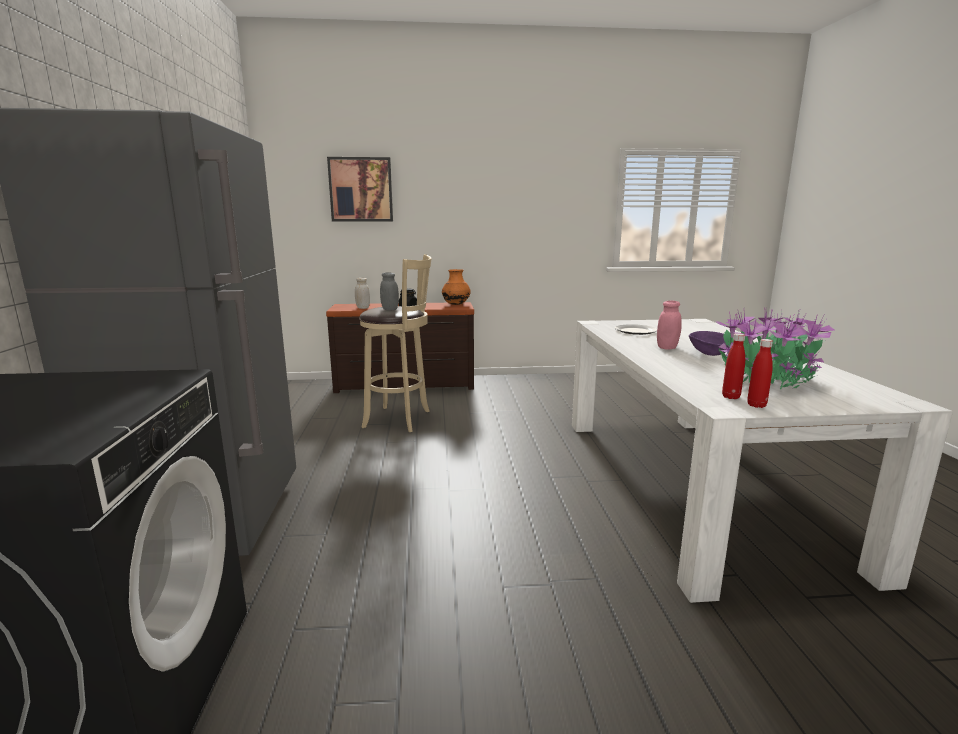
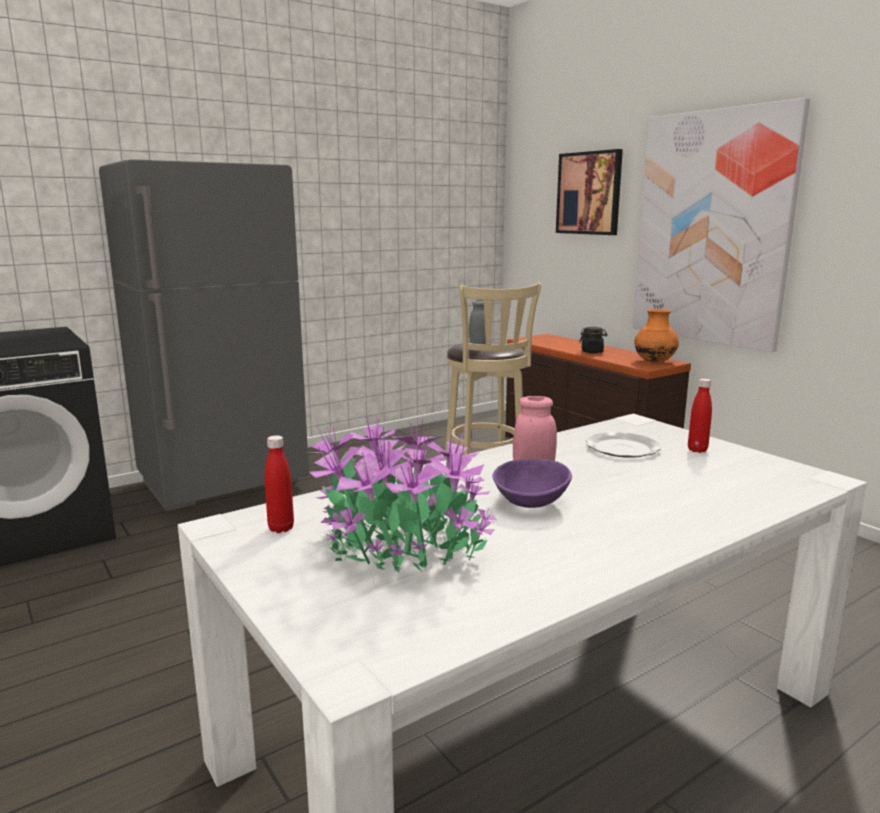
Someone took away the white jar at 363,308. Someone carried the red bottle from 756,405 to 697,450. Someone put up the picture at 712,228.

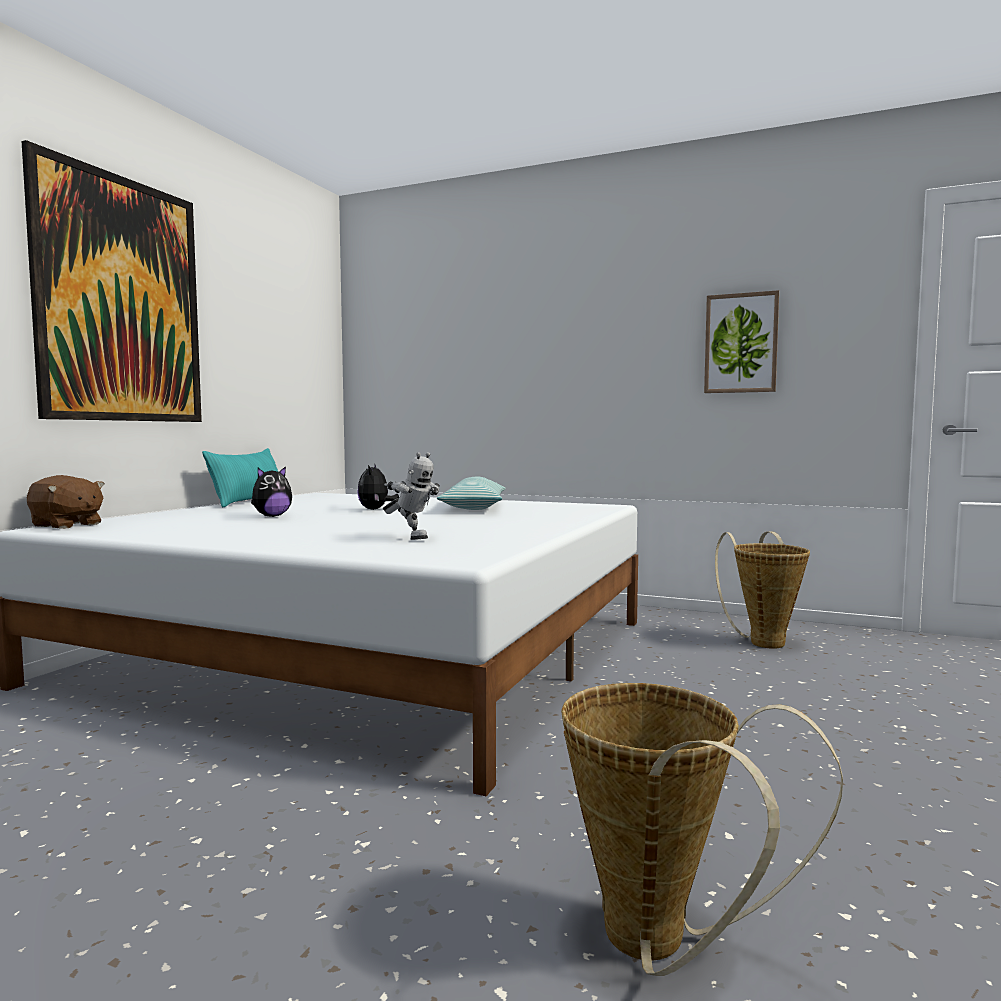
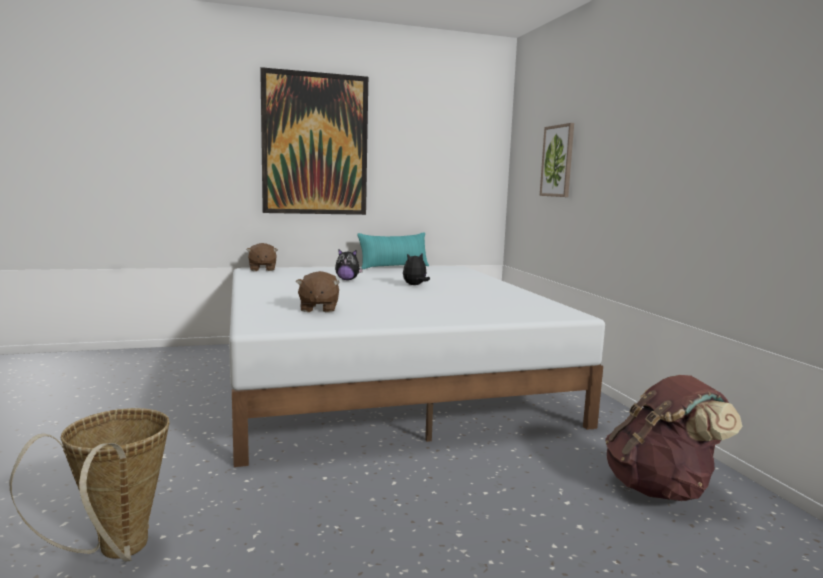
Someone swapped the toy robot at 412,538 for the brown plush toy at 318,308. Someone took away the pillow at 474,507. Someone carried the picture from 741,343 to 557,161. Someone swapped the basket at 763,641 for the brown backpack at 661,488.

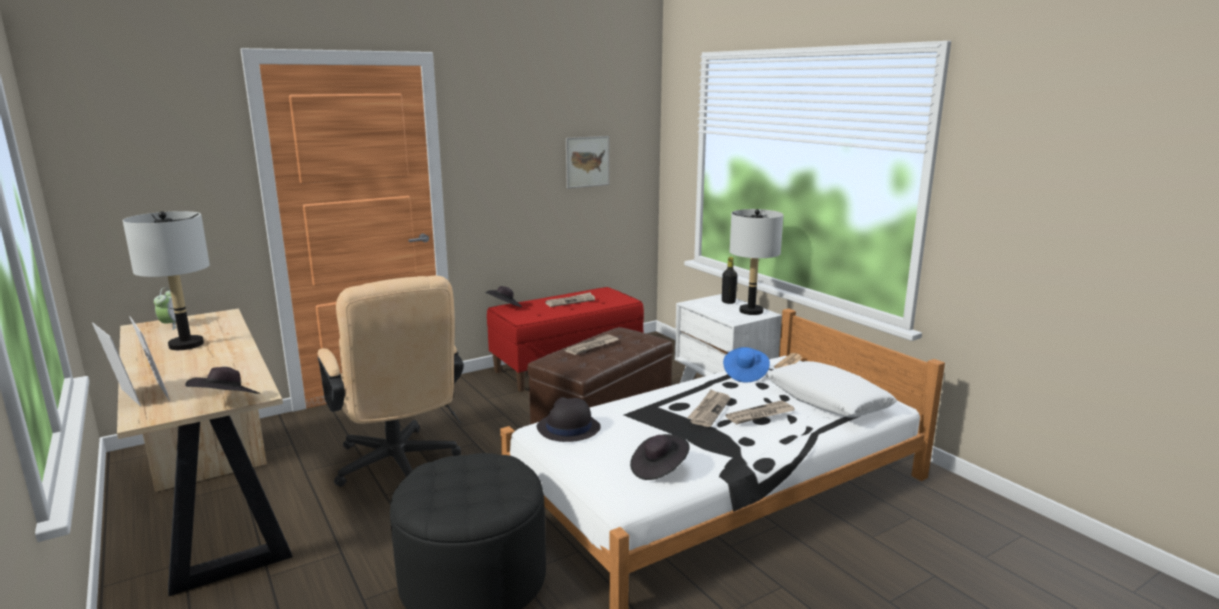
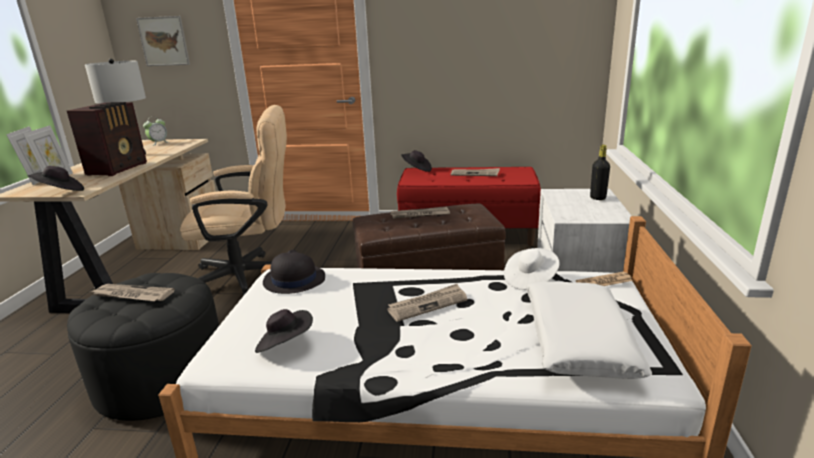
Someone rotated the beige office chair at 399,467 by 105 degrees counterclockwise. Someone carried the picture from 587,161 to 163,41. Someone repainted the blue hat at 745,374, which became the white hat at 530,279. Someone carried the newspaper from 760,415 to 132,295. Someone took away the grey table lamp at 750,311. Someone put down the radio at 119,168.

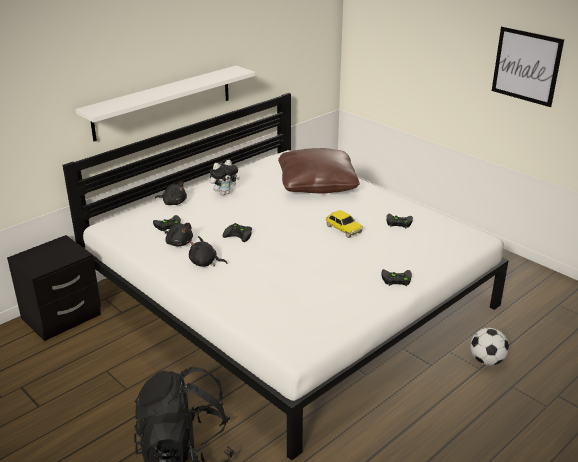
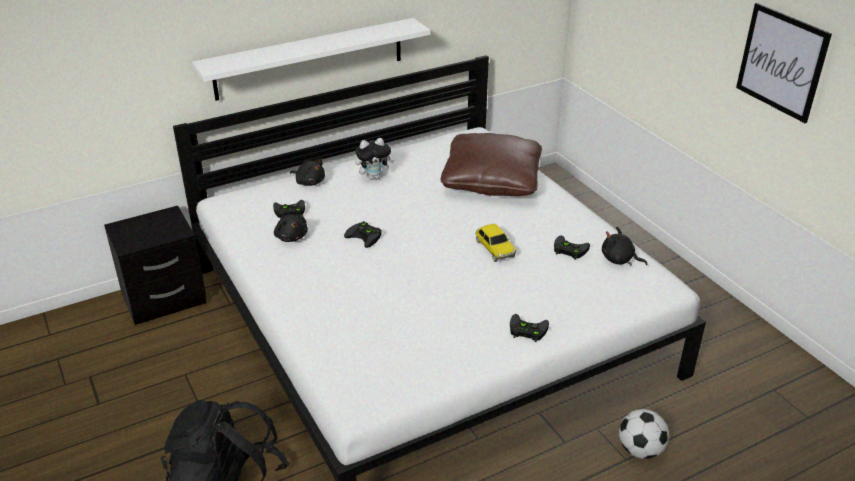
Someone carried the black plush toy from 205,263 to 619,260.

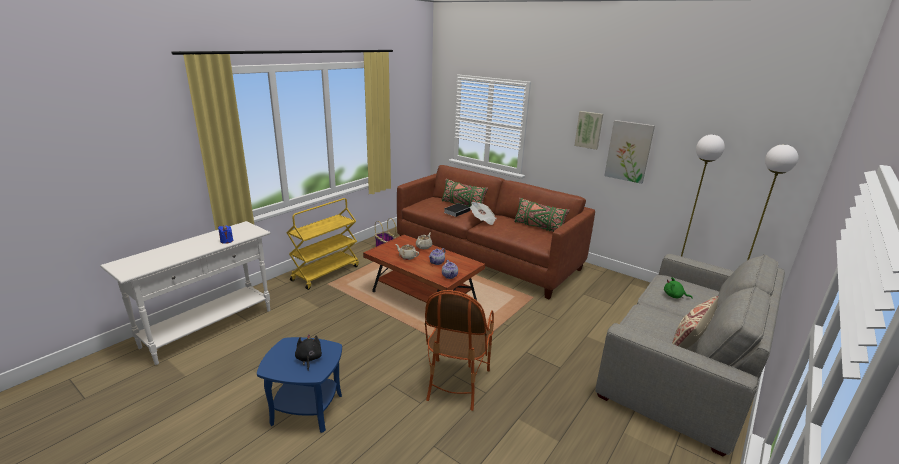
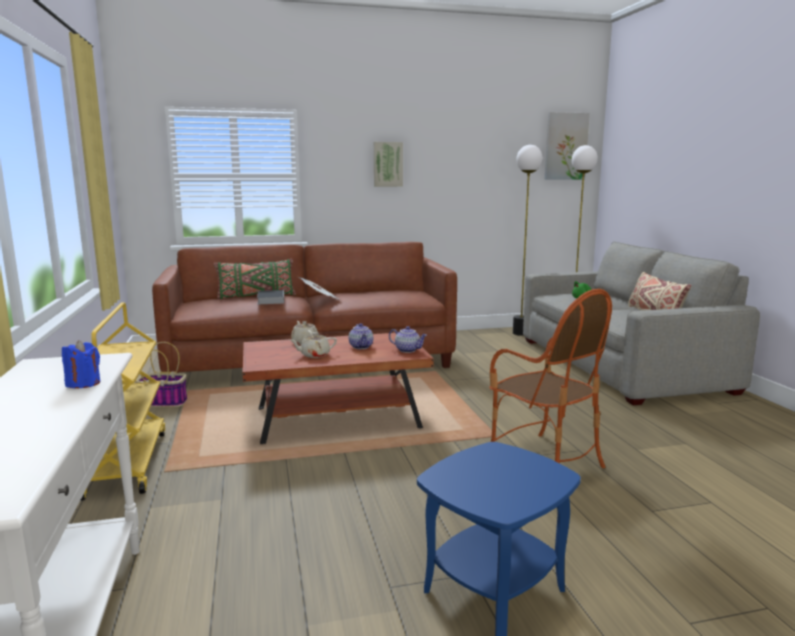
Someone took away the black plush toy at 308,359. Someone took away the green pillow at 538,227. Someone carried the picture from 629,151 to 565,146.

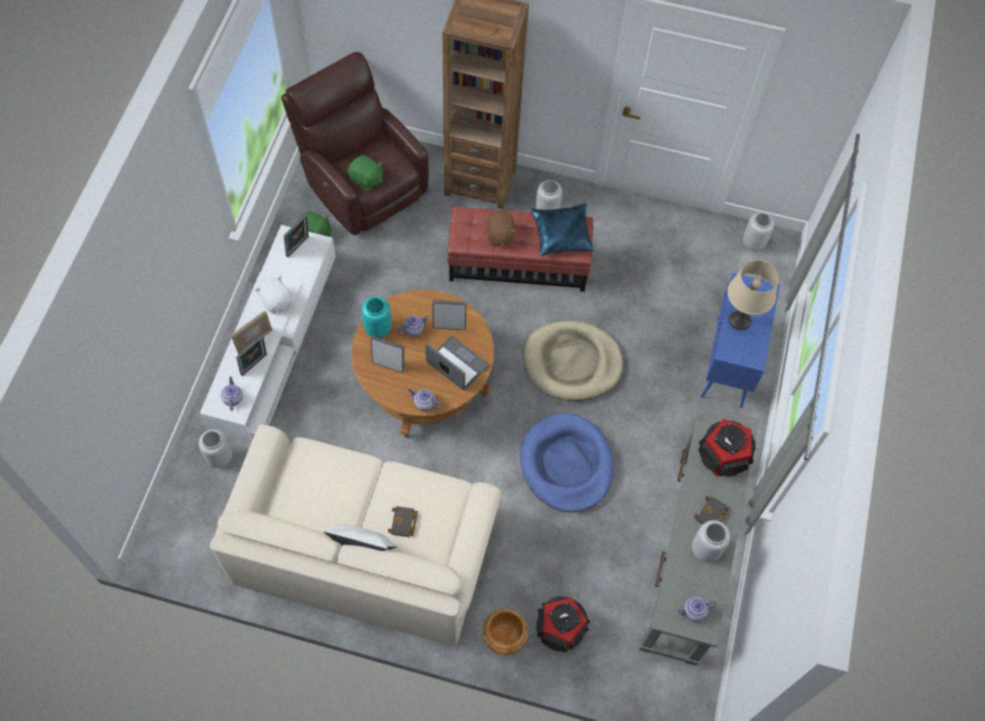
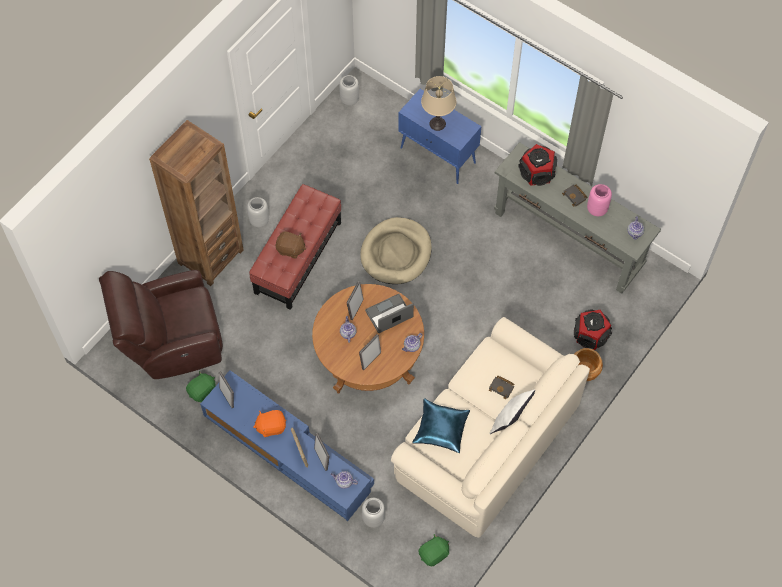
Someone repainted the white tv stand at 274,341, which became the blue tv stand at 289,450. Someone repainted the white plush toy at 276,301, which became the orange plush toy at 271,426. Someone carried the green plush toy from 366,180 to 434,554. Someone took away the turquoise vase at 378,328. Someone took away the blue dog bed at 566,464. Someone carried the blue pillow from 561,234 to 441,429. Someone repainted the grey vase at 706,549, which became the pink vase at 596,209.

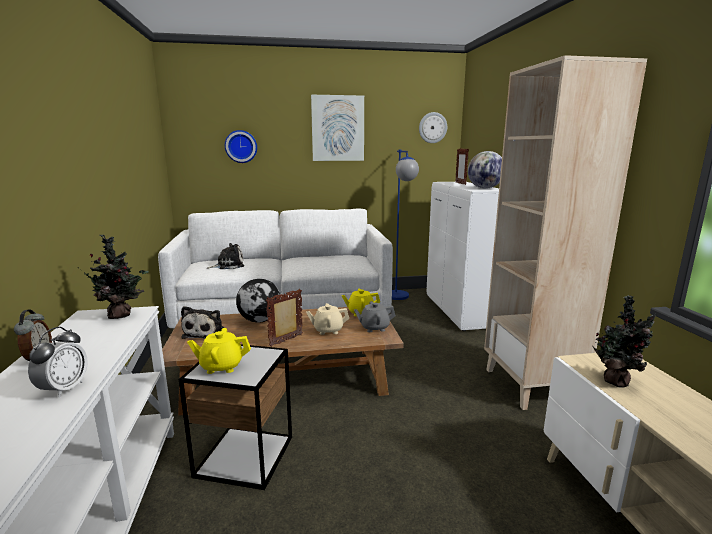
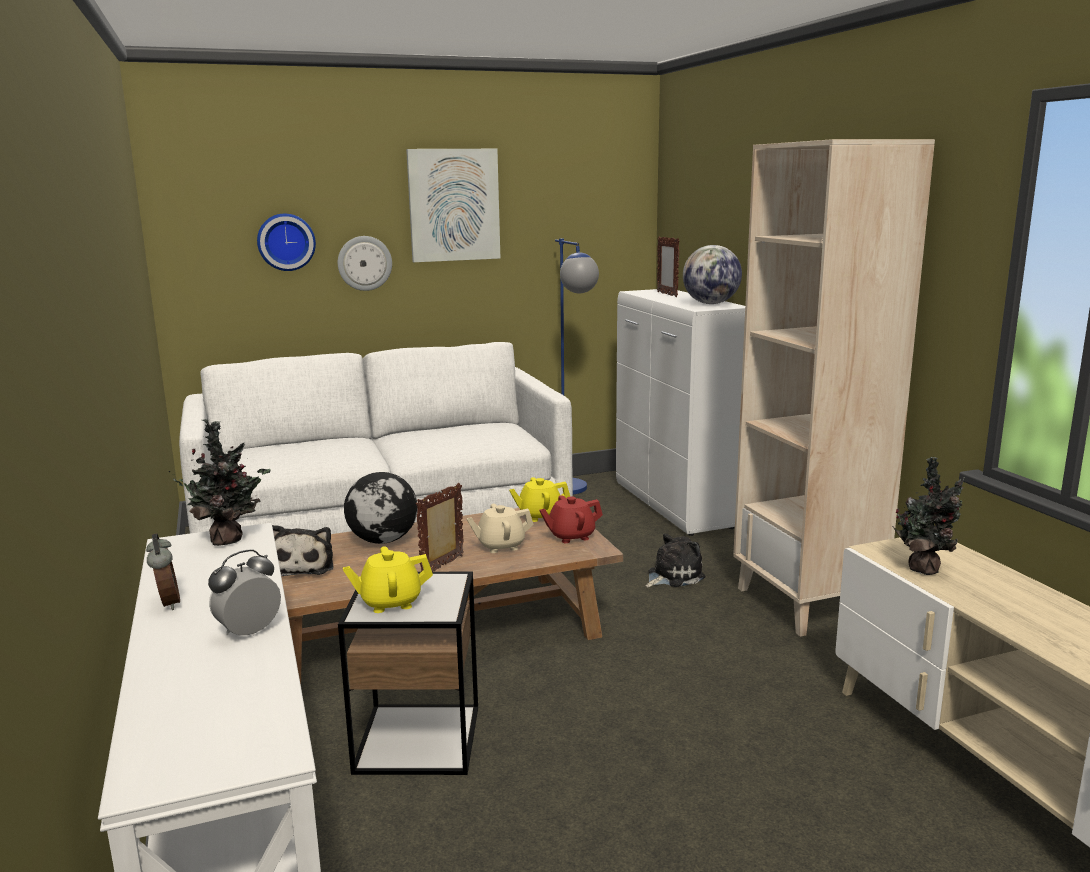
Someone rotated the alarm clock at 64,389 by 135 degrees counterclockwise. Someone carried the plush toy from 228,265 to 672,576. Someone repainted the grey teapot at 374,328, which became the red teapot at 571,536. Someone carried the wall clock from 432,127 to 364,263.

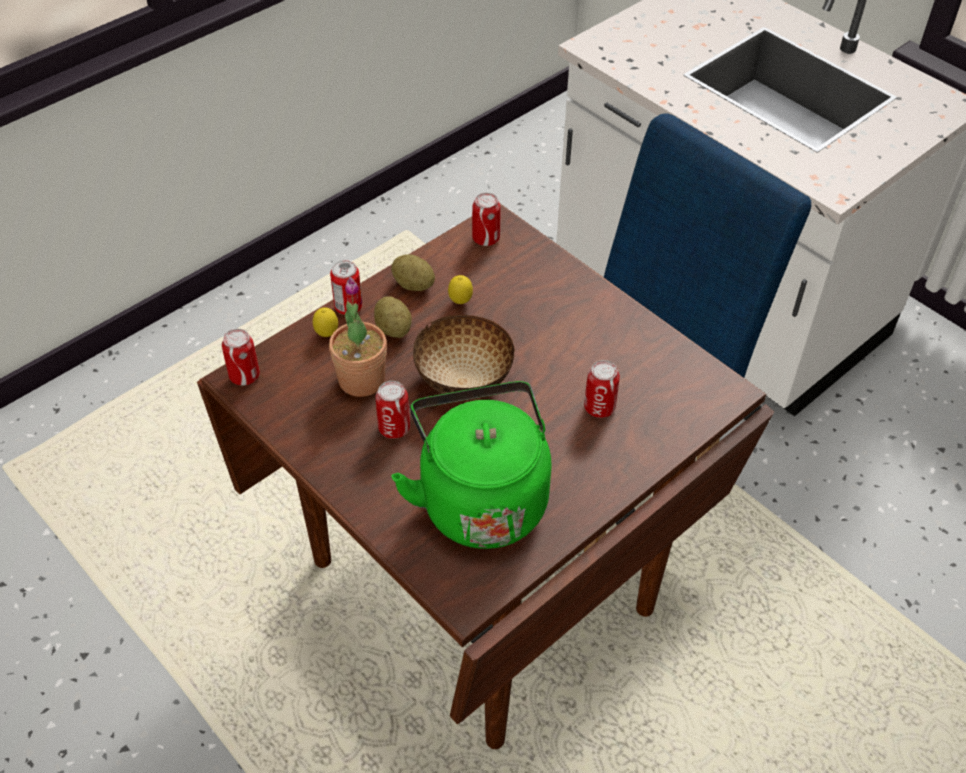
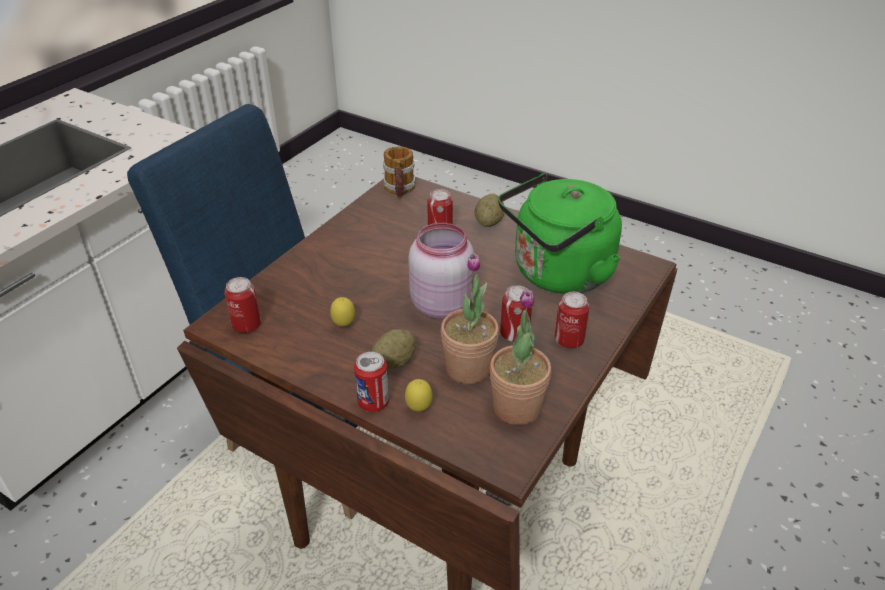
Someone carried the can from 244,376 to 569,340. Someone carried the potato from 413,285 to 489,222. Someone swapped the bowl at 465,380 for the pink jar at 441,304. Someone put down the mug at 399,190. Someone put down the potted plant at 517,407.

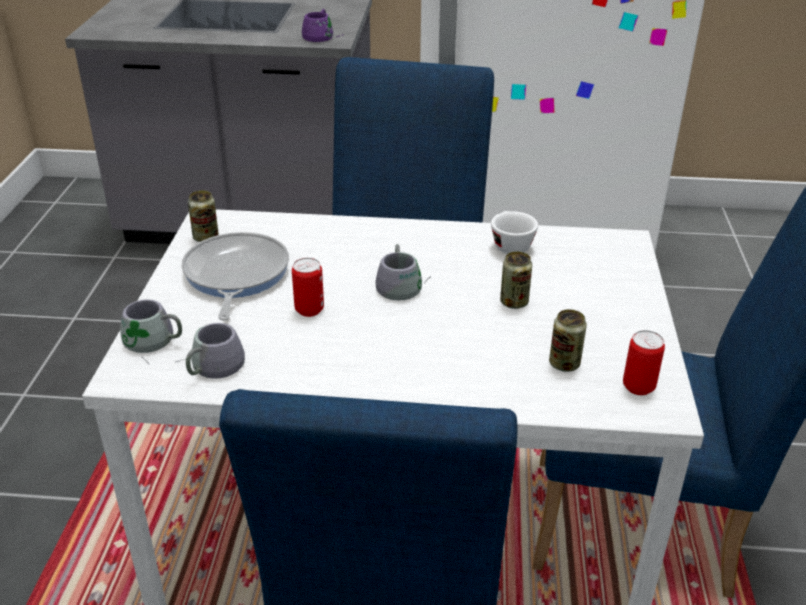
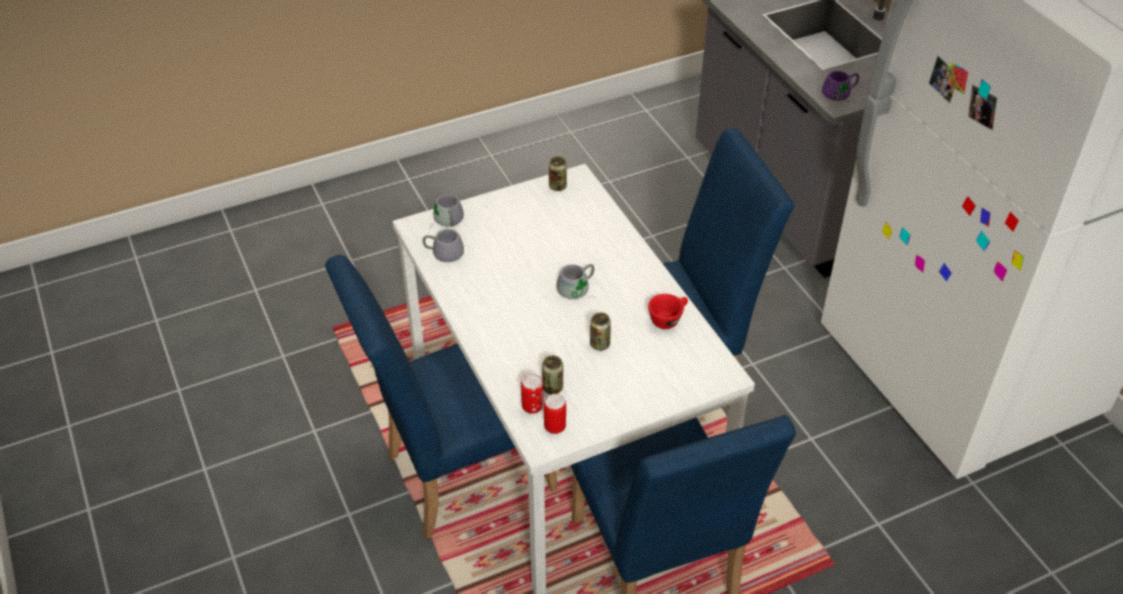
Someone took away the frying pan at 235,276. Someone carried the can from 309,310 to 532,407. Someone repainted the white cup at 509,244, which became the red cup at 668,319.

